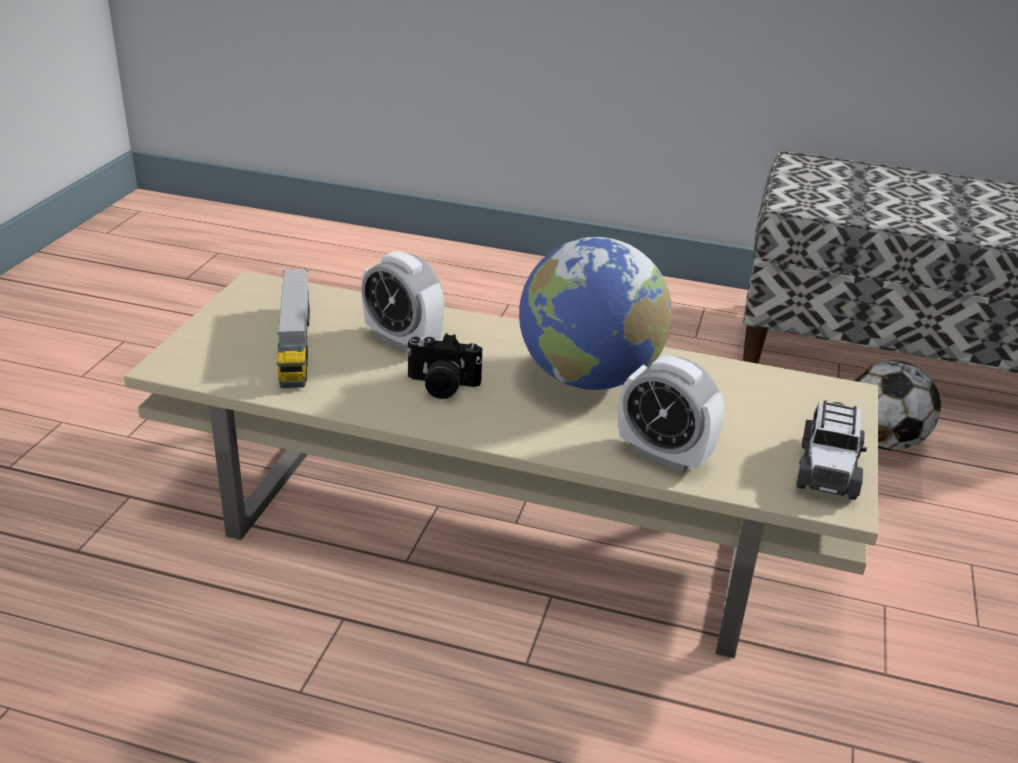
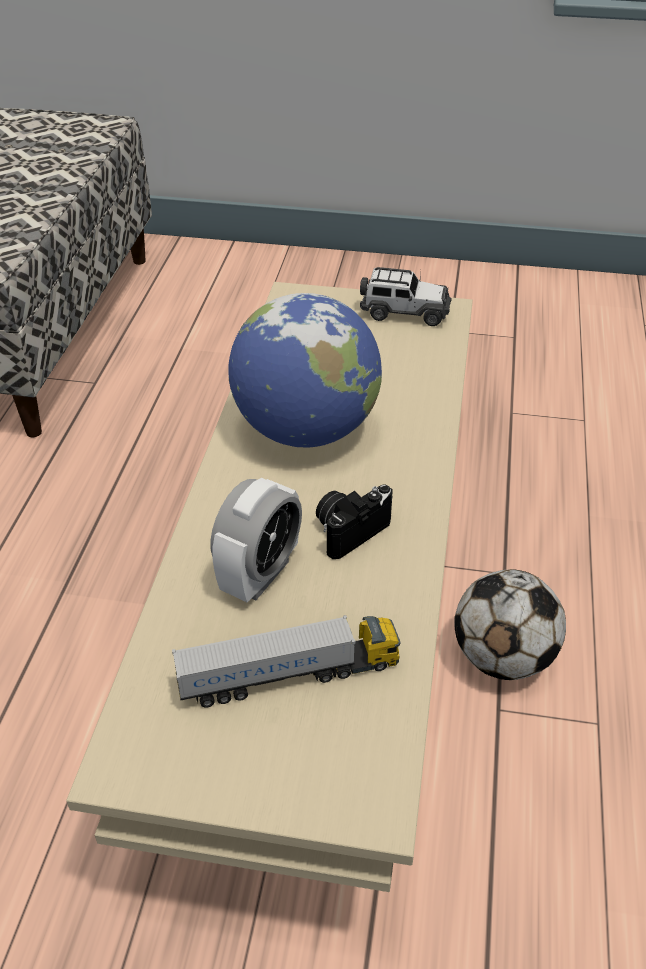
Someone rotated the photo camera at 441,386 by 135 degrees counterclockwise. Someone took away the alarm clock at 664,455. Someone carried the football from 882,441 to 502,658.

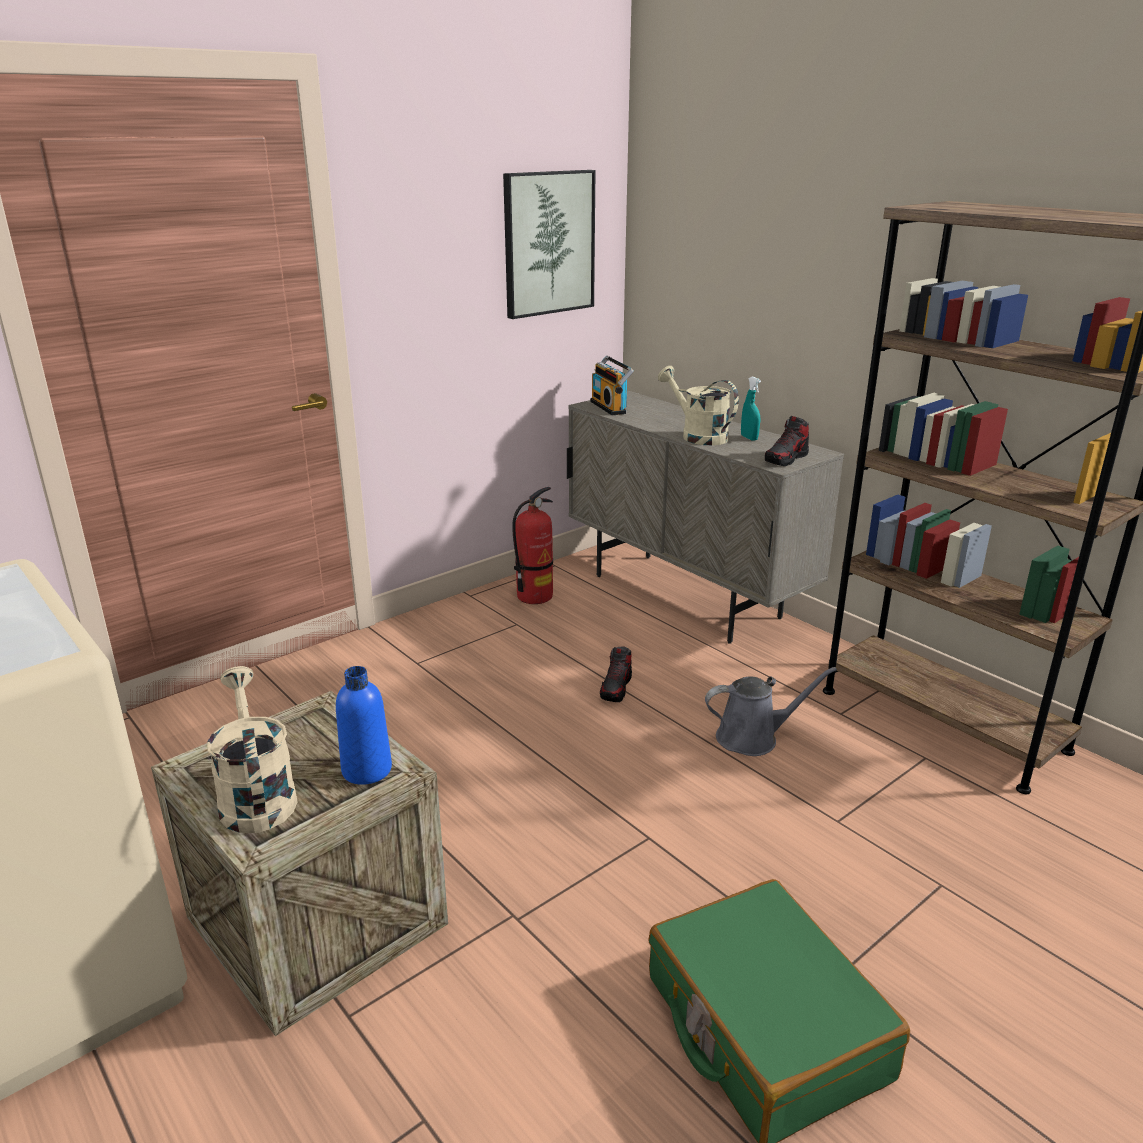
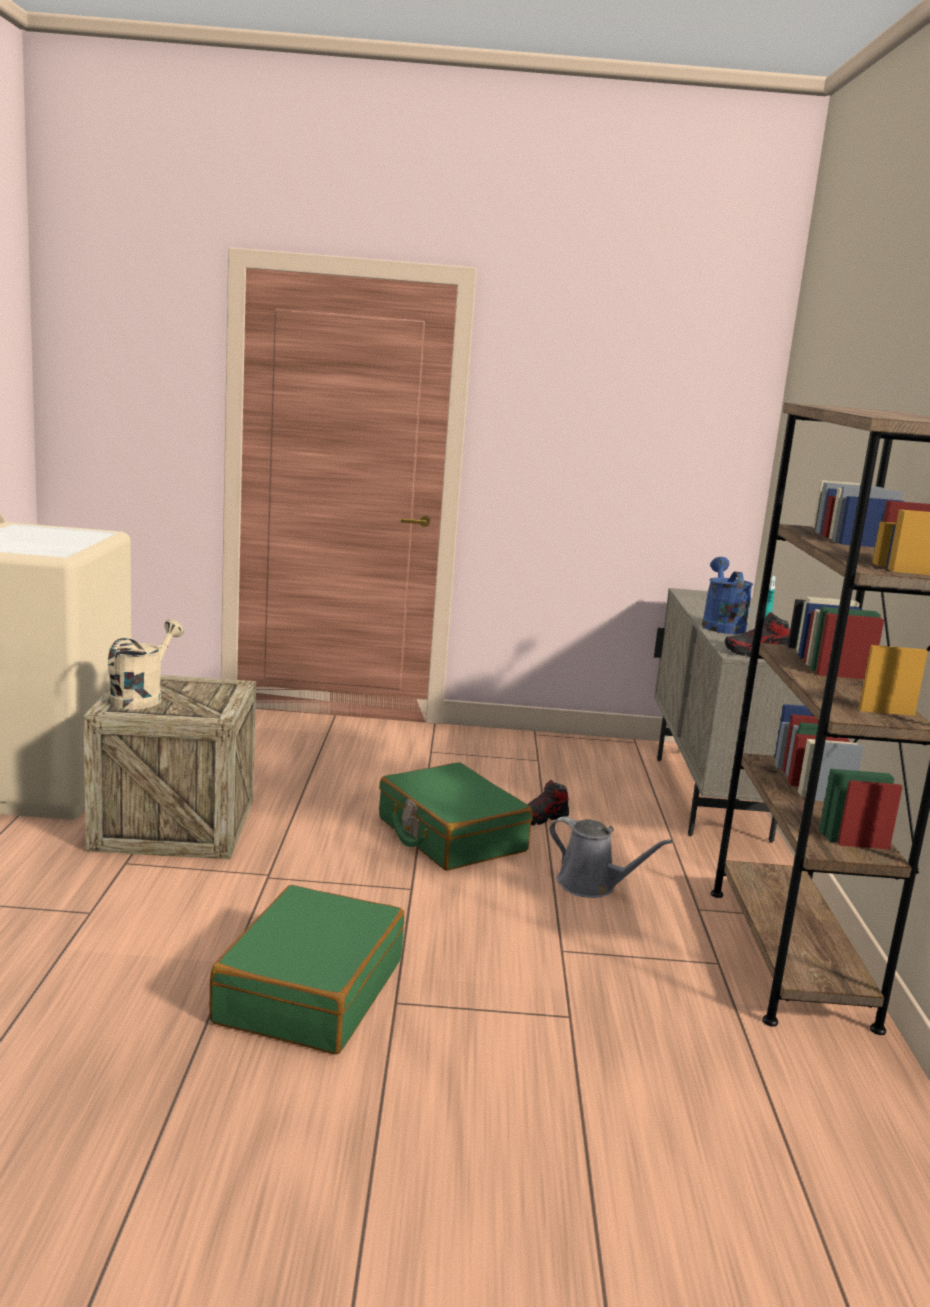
Someone took away the blue bottle at 367,770. Someone took away the picture at 548,243. Someone took away the fire extinguisher at 534,596. Someone took away the radio at 610,407. Someone repainted the beige watering can at 697,436, which became the blue watering can at 721,625. Someone put down the green suitcase at 450,835.

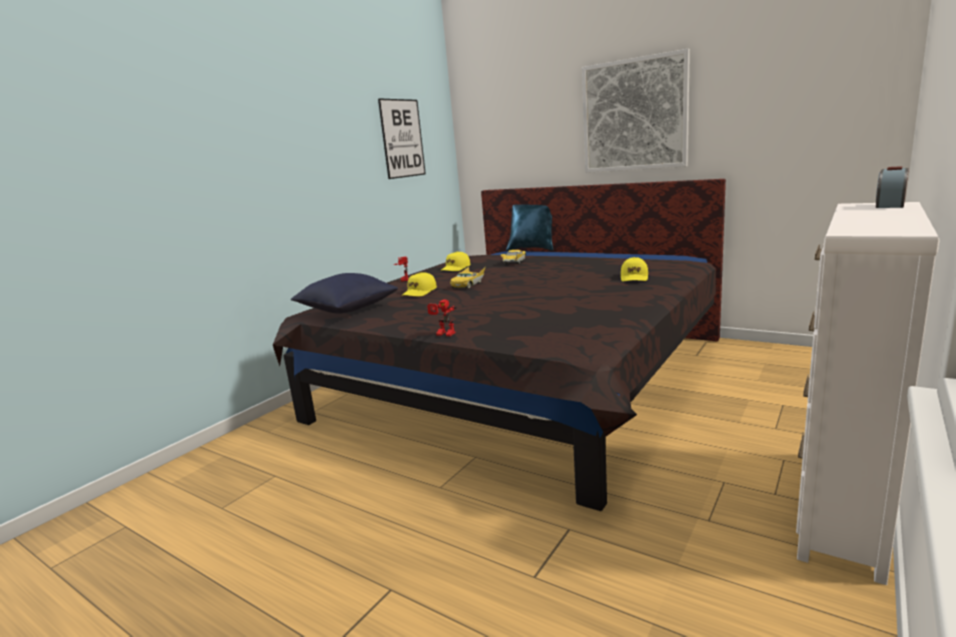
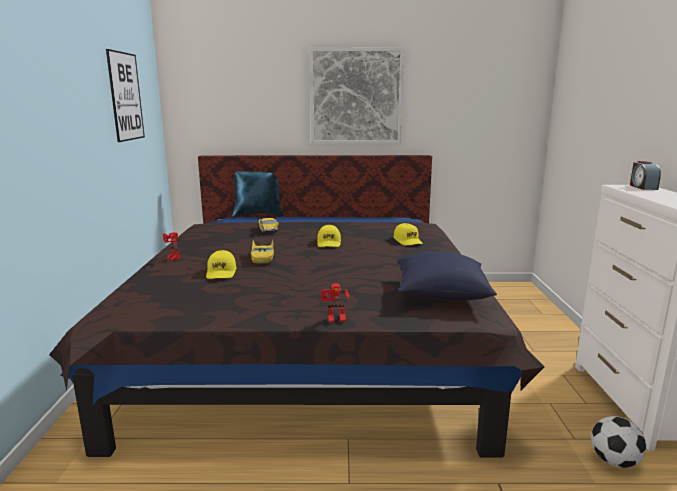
Someone carried the blue pillow from 347,309 to 441,294. Someone carried the yellow cap from 456,268 to 329,243. Someone put down the football at 614,461.

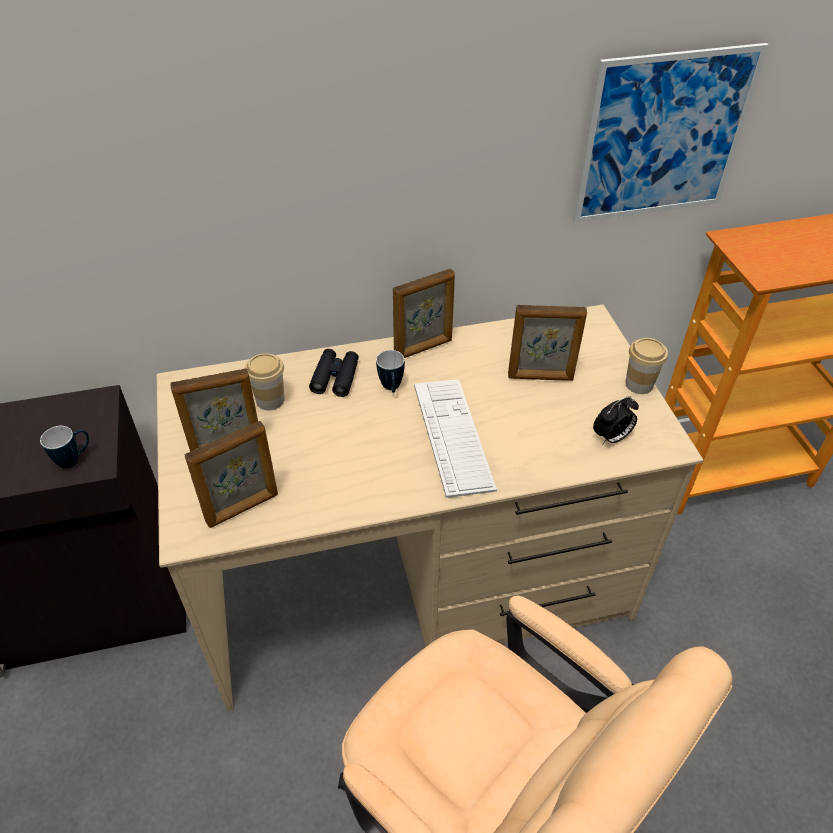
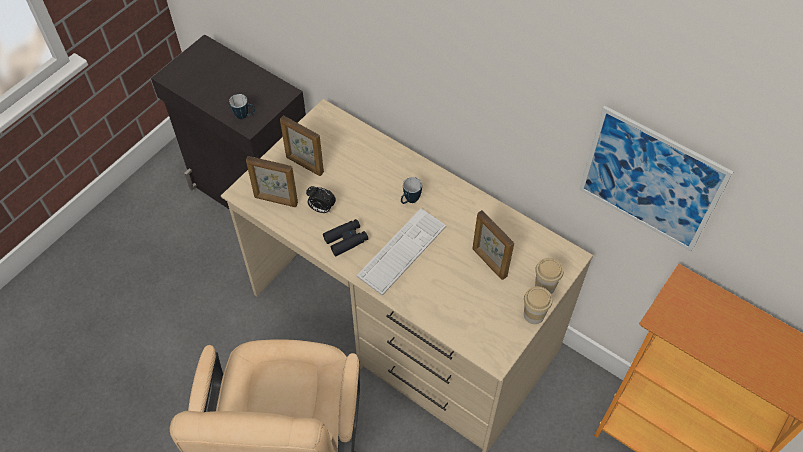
Someone carried the cup from 270,400 to 545,286. Someone carried the black binoculars from 335,377 to 346,240. Someone took away the picture frame at 424,348. Someone carried the alarm clock from 611,438 to 321,209.

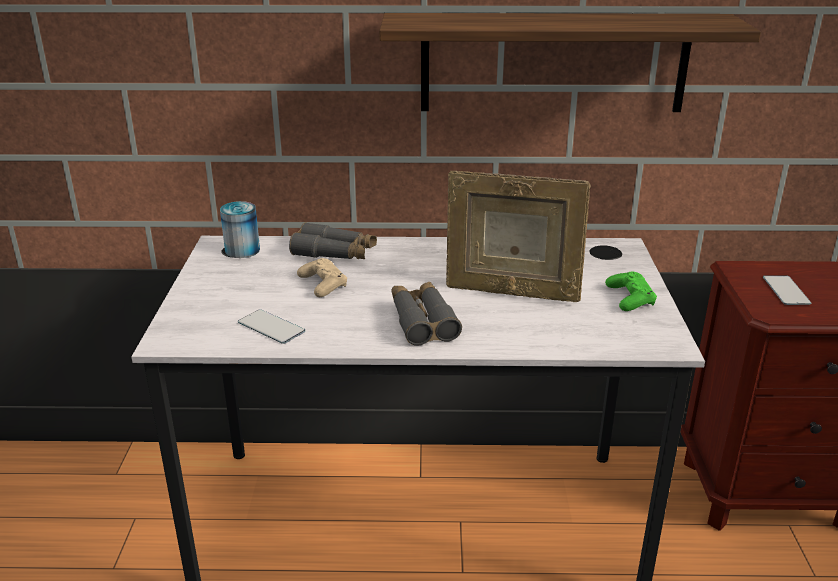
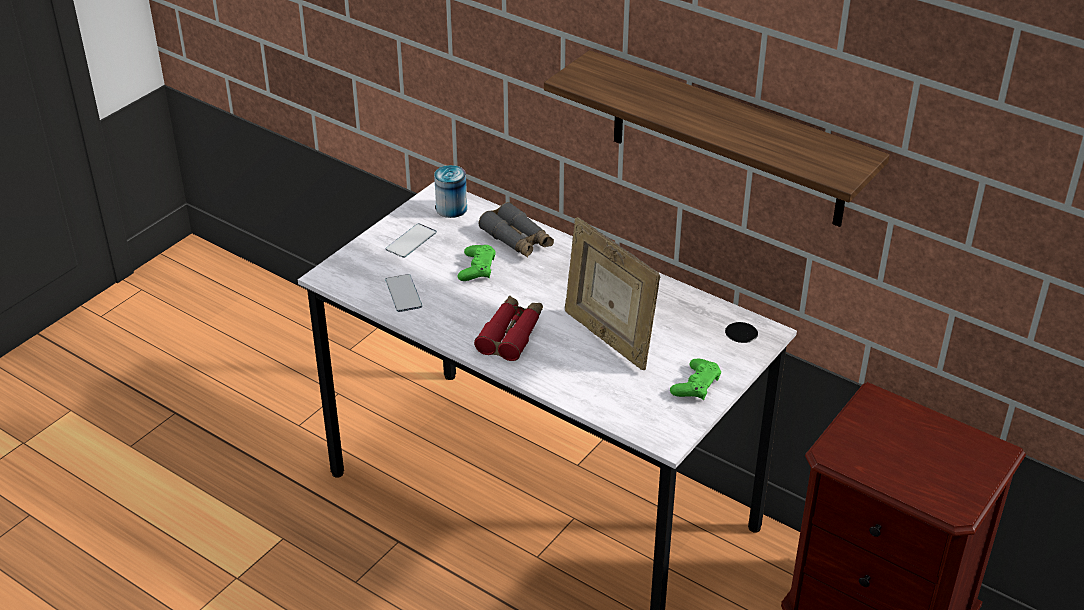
Someone repainted the beige game controller at 323,284, which became the green game controller at 477,268. Someone repainted the grey binoculars at 422,321, which became the red binoculars at 511,334. Someone carried the phone from 786,290 to 411,241.

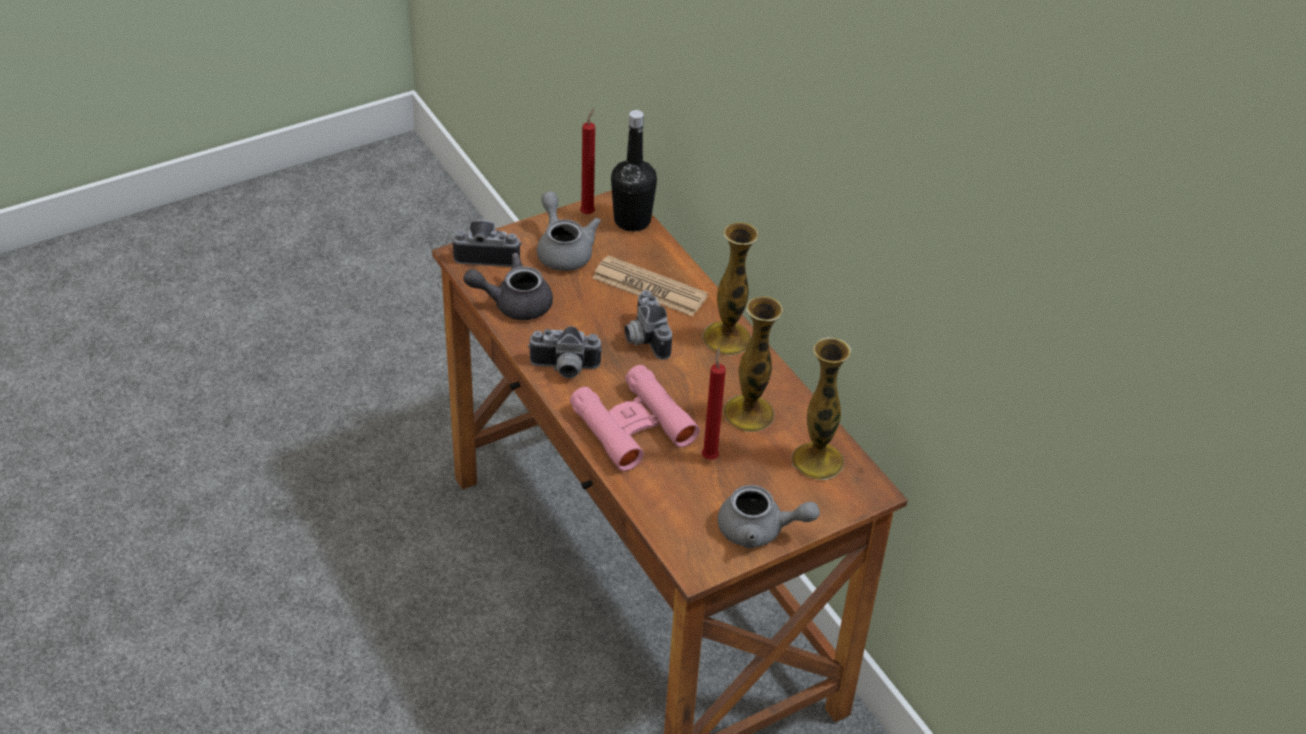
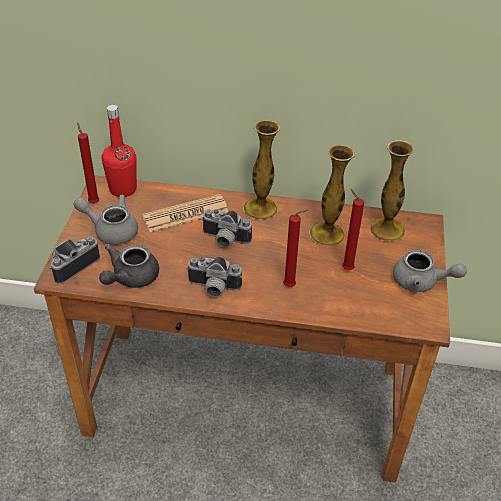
Someone rotated the photo camera at 564,369 by 60 degrees clockwise. Someone swapped the pink binoculars at 632,426 for the red candle at 291,286. Someone repainted the black bottle at 632,220, which became the red bottle at 123,189. Someone rotated the grey teapot at 760,531 by 60 degrees clockwise.

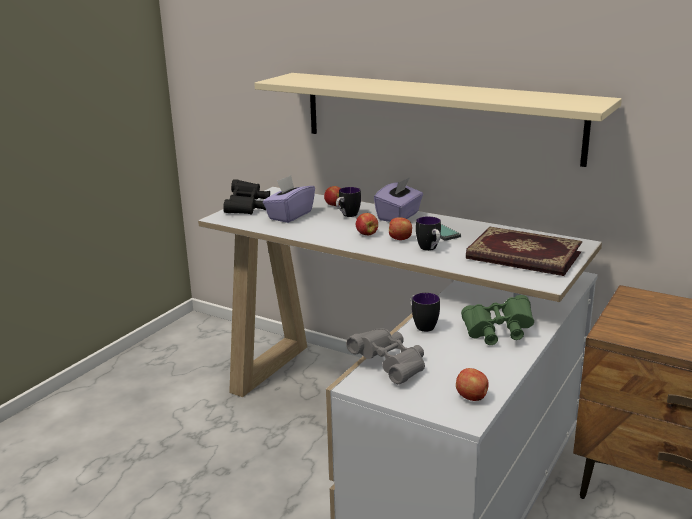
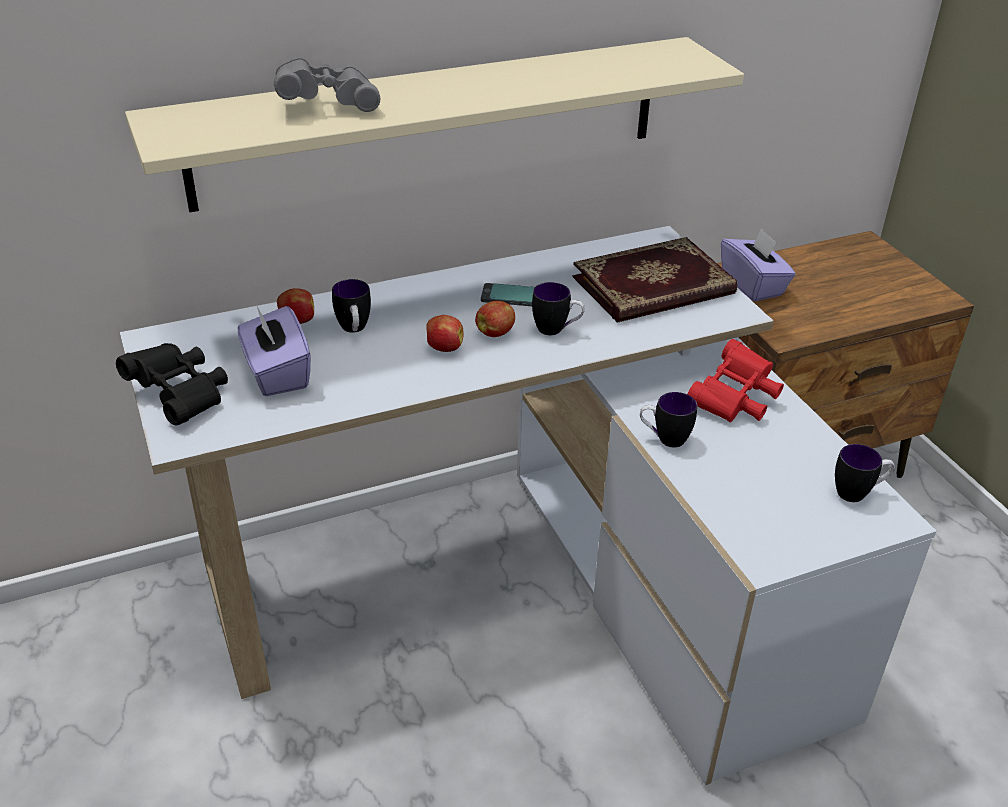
Someone carried the grey binoculars from 390,366 to 327,104. Someone carried the purple tissue box from 399,216 to 753,285. Someone swapped the apple at 472,397 for the mug at 858,493. Someone repainted the green binoculars at 497,333, which became the red binoculars at 734,400.

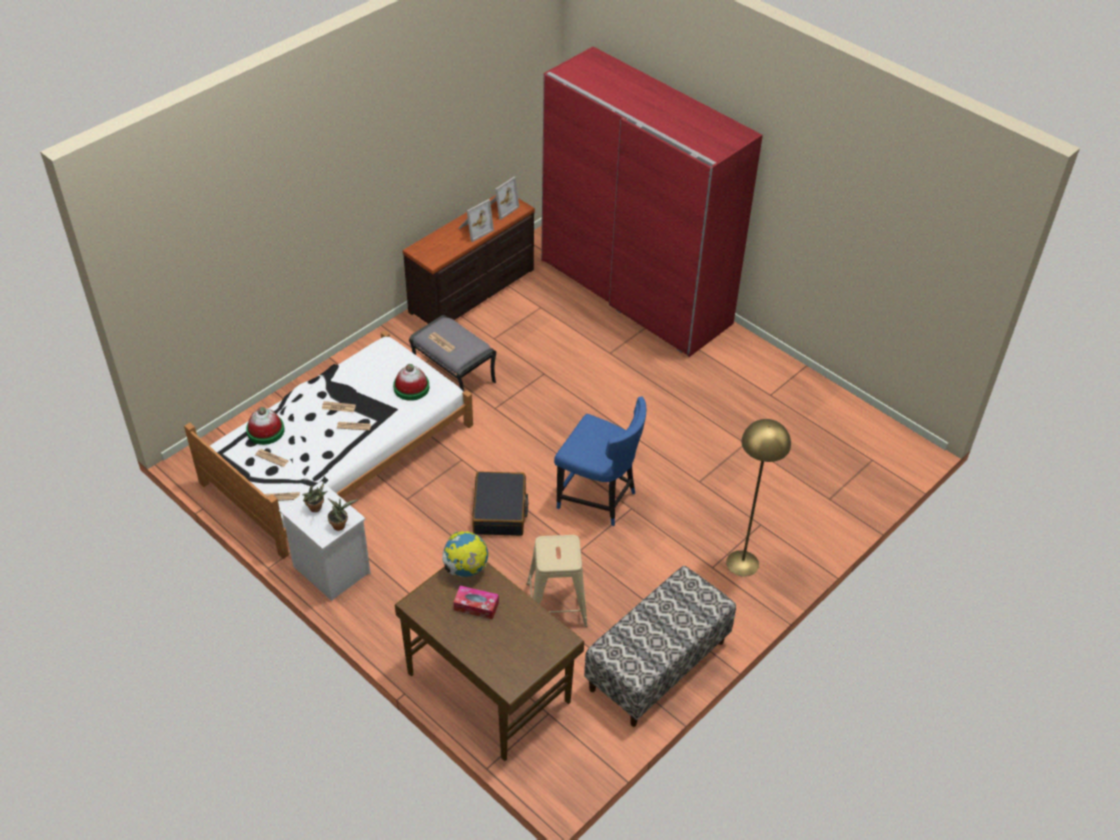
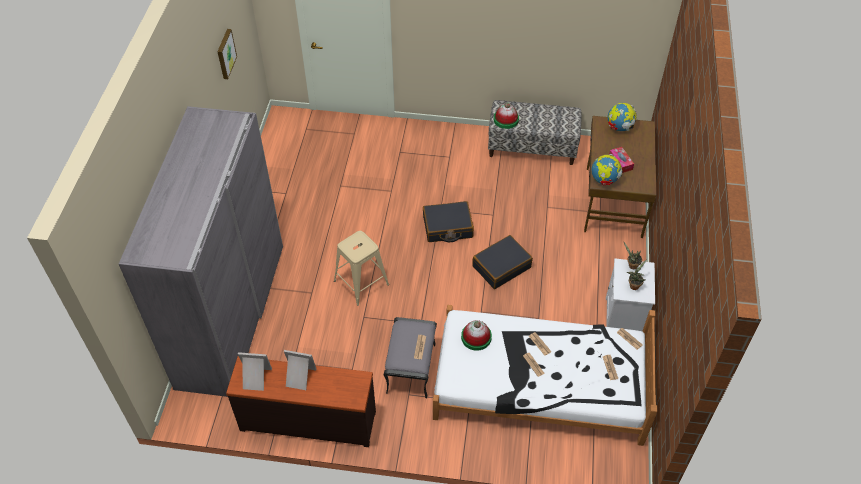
Someone carried the hat from 265,431 to 506,119. Someone carried the beige stool from 556,604 to 361,283. Someone repainted the red wardrobe at 635,292, which became the grey wardrobe at 231,315. Someone swapped the blue chair at 598,499 for the black suitcase at 447,227. Someone took away the yellow floor lamp at 742,563. Someone put up the picture at 225,53. Someone put down the globe at 619,128.

